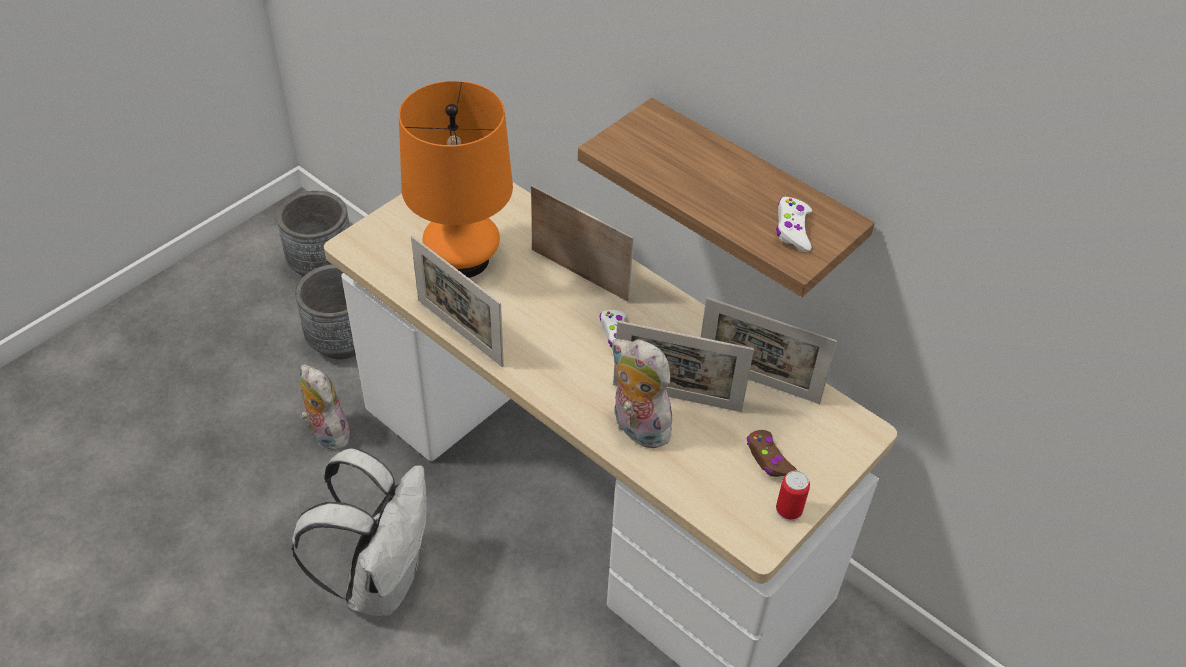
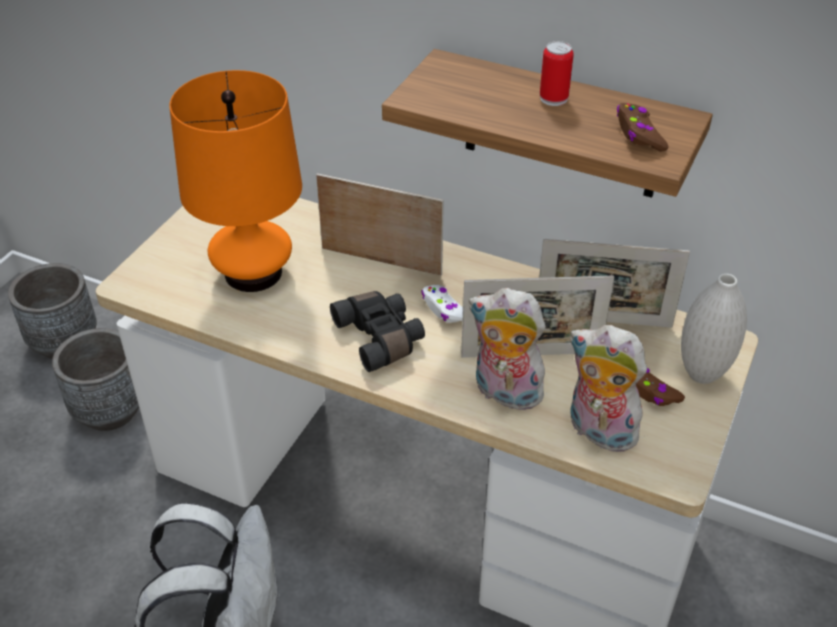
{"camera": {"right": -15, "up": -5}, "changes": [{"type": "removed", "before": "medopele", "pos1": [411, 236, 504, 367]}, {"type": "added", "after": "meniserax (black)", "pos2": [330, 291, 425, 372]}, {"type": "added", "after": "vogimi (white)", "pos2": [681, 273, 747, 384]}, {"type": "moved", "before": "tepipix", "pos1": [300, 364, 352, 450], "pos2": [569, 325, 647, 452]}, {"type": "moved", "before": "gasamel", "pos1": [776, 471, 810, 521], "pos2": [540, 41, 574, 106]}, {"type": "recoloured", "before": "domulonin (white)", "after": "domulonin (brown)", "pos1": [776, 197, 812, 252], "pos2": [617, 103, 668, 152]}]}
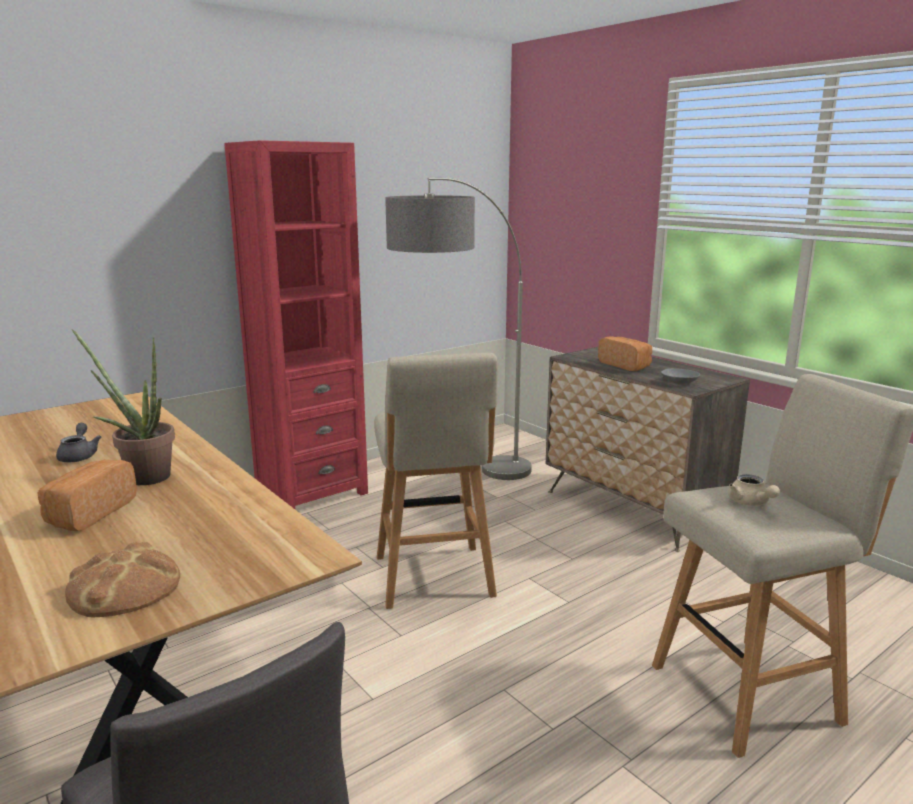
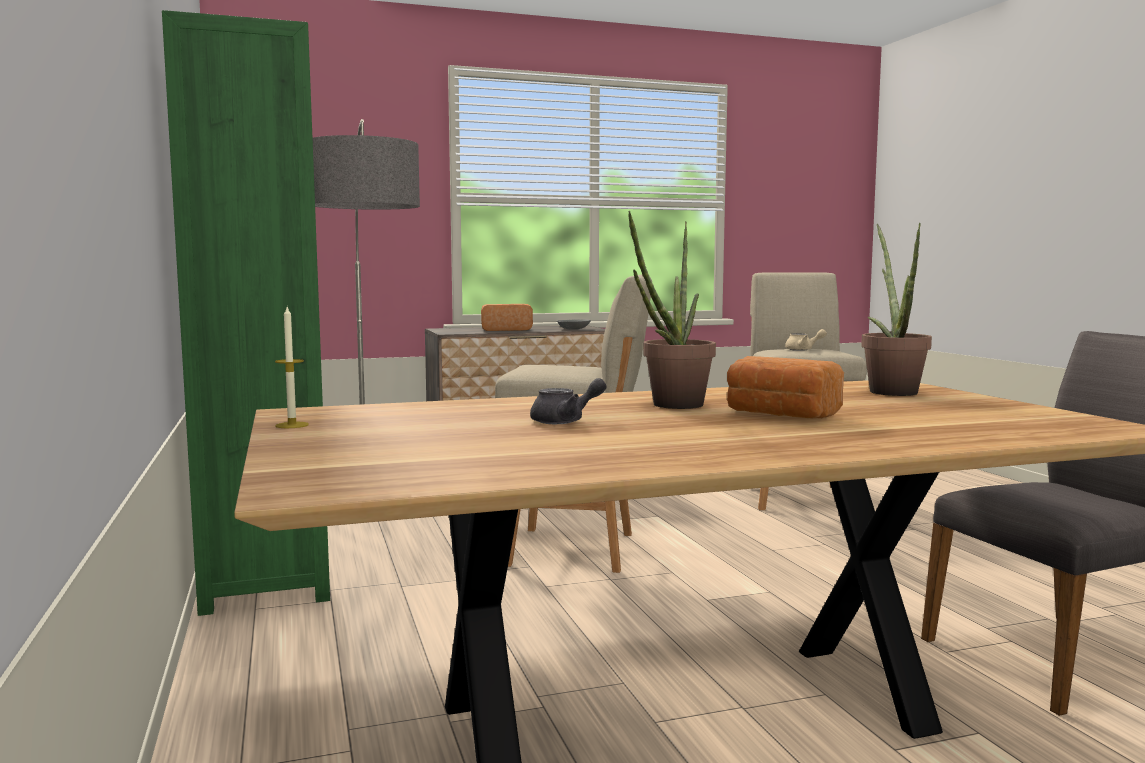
{"camera": {"right": -70, "up": -10}, "changes": [{"type": "removed", "before": "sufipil", "pos1": [65, 542, 180, 617]}, {"type": "added", "after": "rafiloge", "pos2": [275, 307, 309, 428]}, {"type": "added", "after": "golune", "pos2": [861, 223, 932, 396]}, {"type": "recoloured", "before": "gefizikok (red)", "after": "gefizikok (green)", "pos1": [224, 140, 368, 510], "pos2": [162, 10, 330, 616]}, {"type": "turned", "before": "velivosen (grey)", "pos1": [56, 423, 101, 462], "pos2": [530, 378, 607, 424], "turn": 150}]}
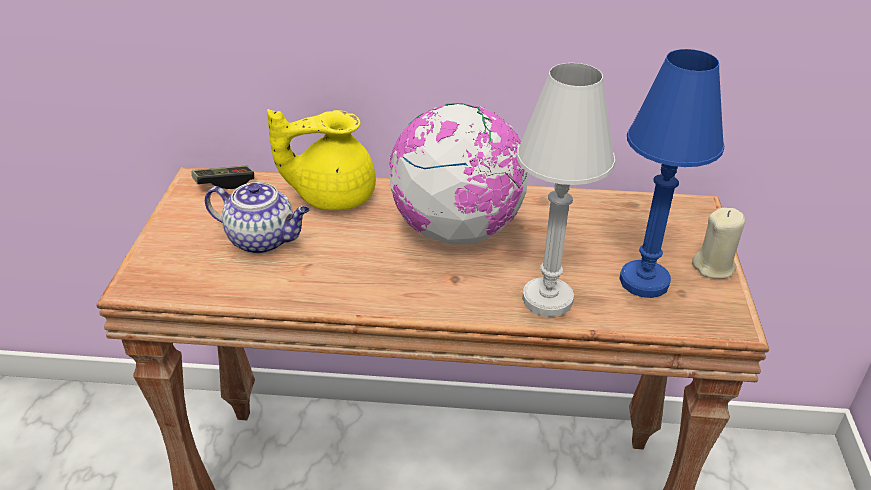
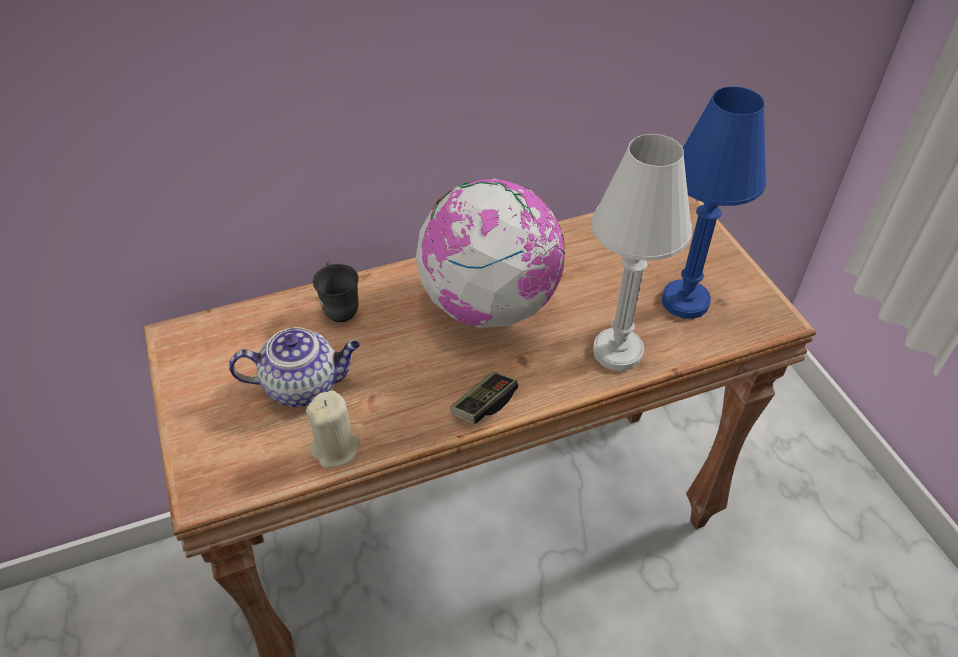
{"camera": {"right": -25, "up": 10}, "changes": [{"type": "moved", "before": "domulonin", "pos1": [192, 166, 254, 189], "pos2": [450, 372, 518, 424]}, {"type": "moved", "before": "rafiloge (beige)", "pos1": [692, 208, 745, 279], "pos2": [306, 390, 360, 468]}, {"type": "replaced", "before": "velivosen (yellow)", "after": "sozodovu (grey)", "pos1": [267, 109, 376, 210], "pos2": [313, 262, 359, 322]}]}
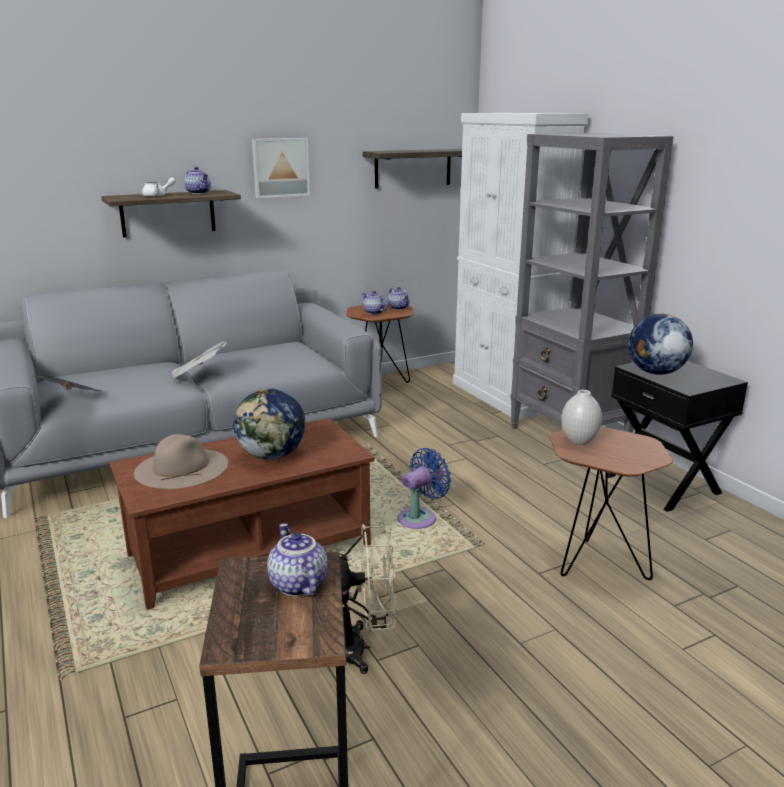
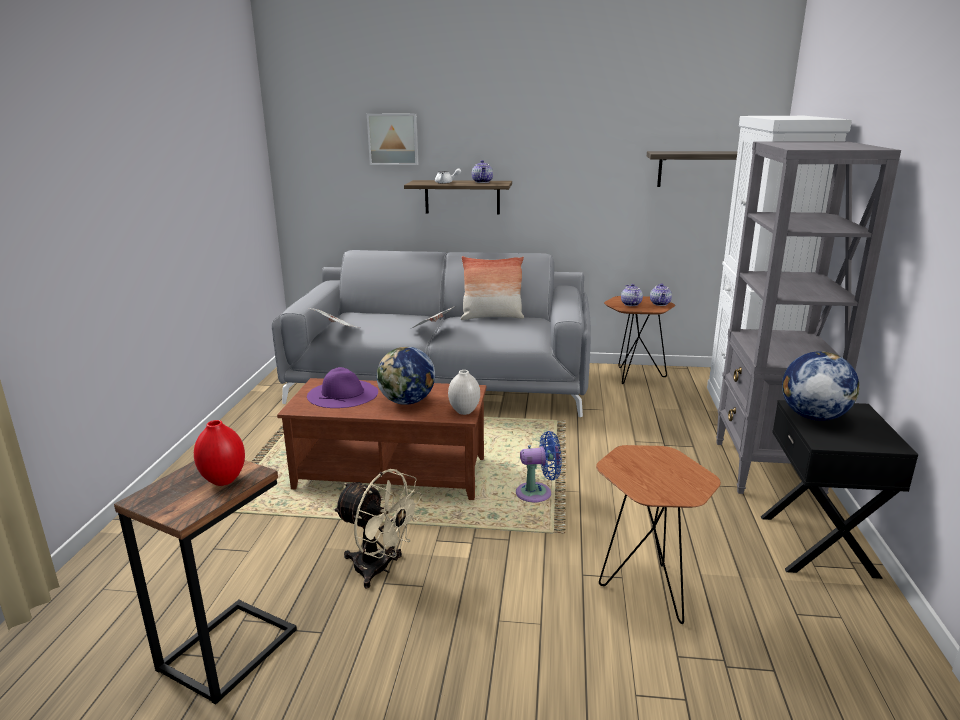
{"camera": {"right": 35, "up": 0}, "changes": [{"type": "added", "after": "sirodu", "pos2": [461, 256, 524, 320]}, {"type": "moved", "before": "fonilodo", "pos1": [252, 138, 310, 198], "pos2": [367, 113, 418, 165]}, {"type": "moved", "before": "vogimi (white)", "pos1": [561, 390, 602, 445], "pos2": [448, 370, 480, 415]}, {"type": "replaced", "before": "velivosen", "after": "vogimi (red)", "pos1": [267, 523, 328, 597], "pos2": [194, 420, 245, 486]}, {"type": "recoloured", "before": "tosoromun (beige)", "after": "tosoromun (purple)", "pos1": [134, 434, 228, 489], "pos2": [307, 367, 378, 408]}]}
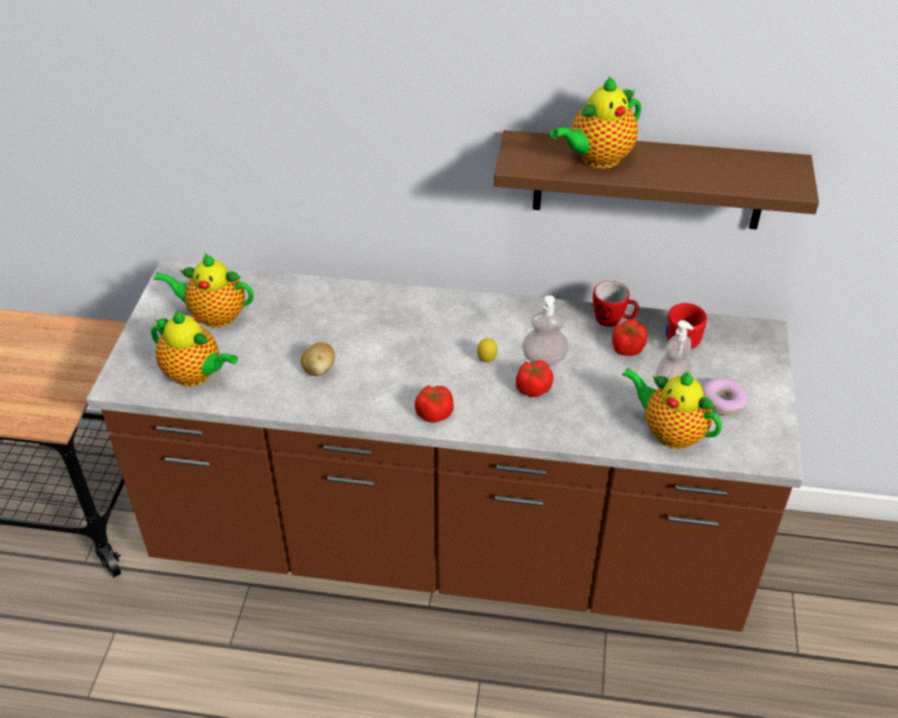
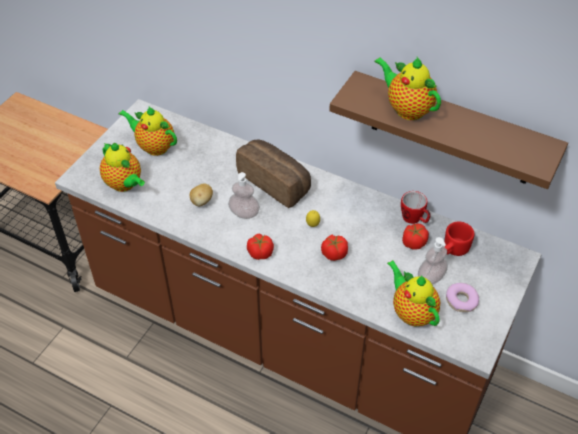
{"camera": {"right": 20, "up": 5}, "changes": [{"type": "added", "after": "sufipil", "pos2": [236, 140, 311, 208]}, {"type": "moved", "before": "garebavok", "pos1": [522, 295, 569, 366], "pos2": [228, 172, 260, 219]}, {"type": "turned", "before": "velivosen", "pos1": [551, 77, 641, 169], "pos2": [374, 57, 441, 120], "turn": 60}]}
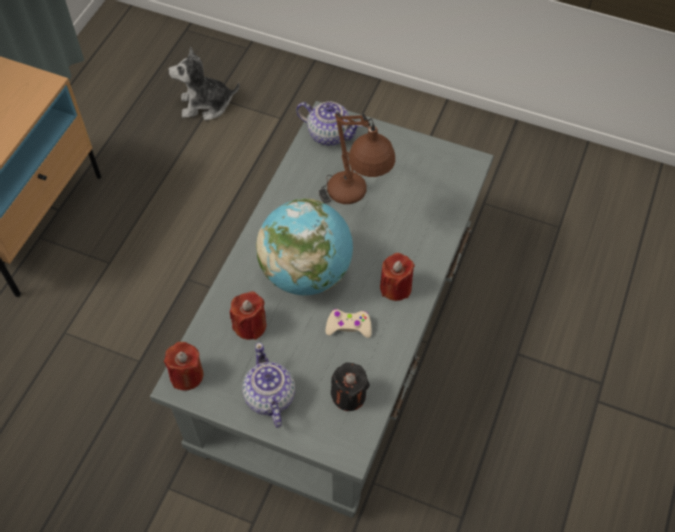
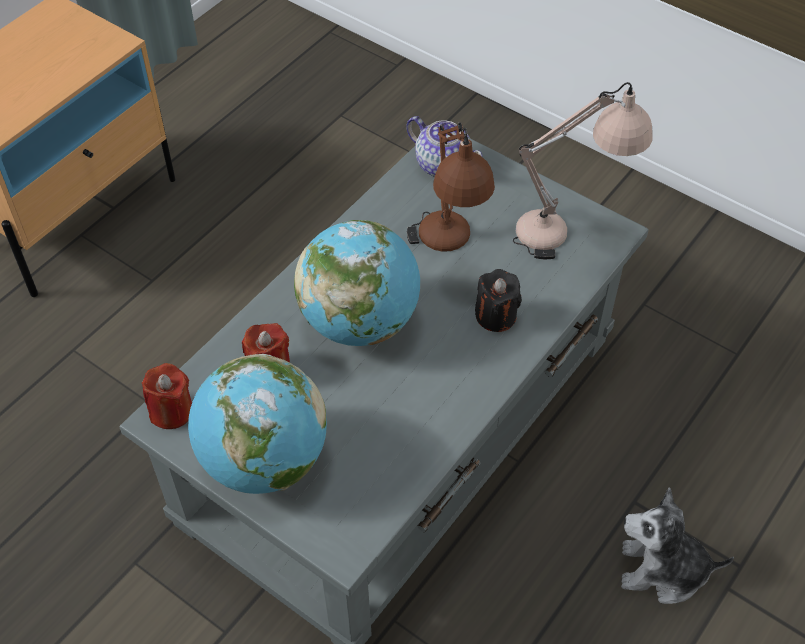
{"camera": {"right": 15, "up": -5}, "changes": [{"type": "removed", "before": "domulonin (beige)", "pos1": [325, 309, 372, 338]}, {"type": "removed", "before": "rafiloge (red)", "pos1": [380, 253, 415, 301]}, {"type": "added", "after": "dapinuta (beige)", "pos2": [513, 82, 653, 259]}, {"type": "moved", "before": "tepipix", "pos1": [168, 46, 240, 121], "pos2": [621, 487, 734, 604]}, {"type": "moved", "before": "rafiloge (black)", "pos1": [331, 362, 370, 411], "pos2": [475, 269, 522, 332]}, {"type": "replaced", "before": "velivosen", "after": "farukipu", "pos1": [242, 342, 295, 428], "pos2": [188, 354, 327, 494]}]}
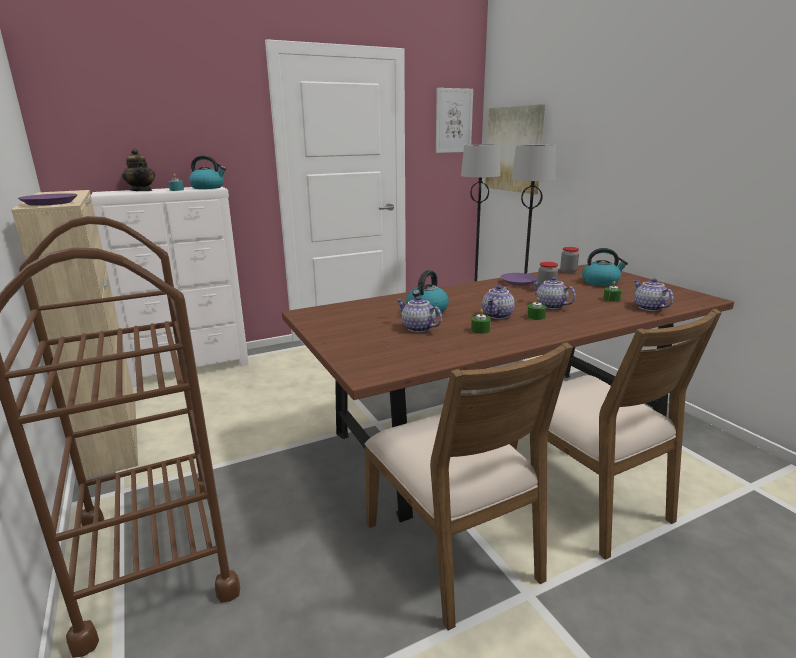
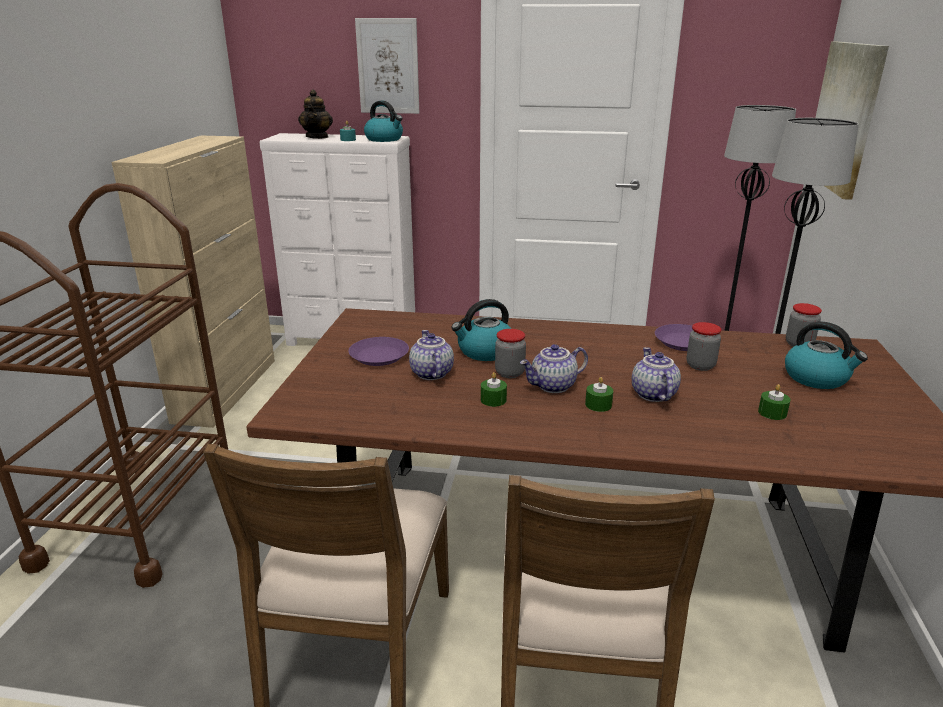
{"camera": {"right": 35, "up": 5}, "changes": [{"type": "removed", "before": "velivosen", "pos1": [634, 278, 674, 311]}, {"type": "added", "after": "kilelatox", "pos2": [495, 329, 526, 378]}, {"type": "moved", "before": "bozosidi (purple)", "pos1": [18, 193, 78, 206], "pos2": [349, 337, 409, 366]}, {"type": "moved", "before": "fonilodo", "pos1": [436, 88, 473, 153], "pos2": [355, 18, 419, 114]}]}
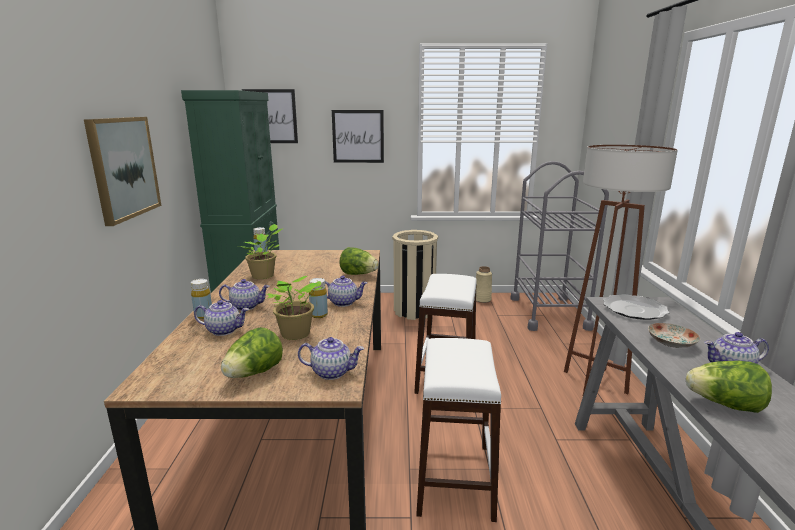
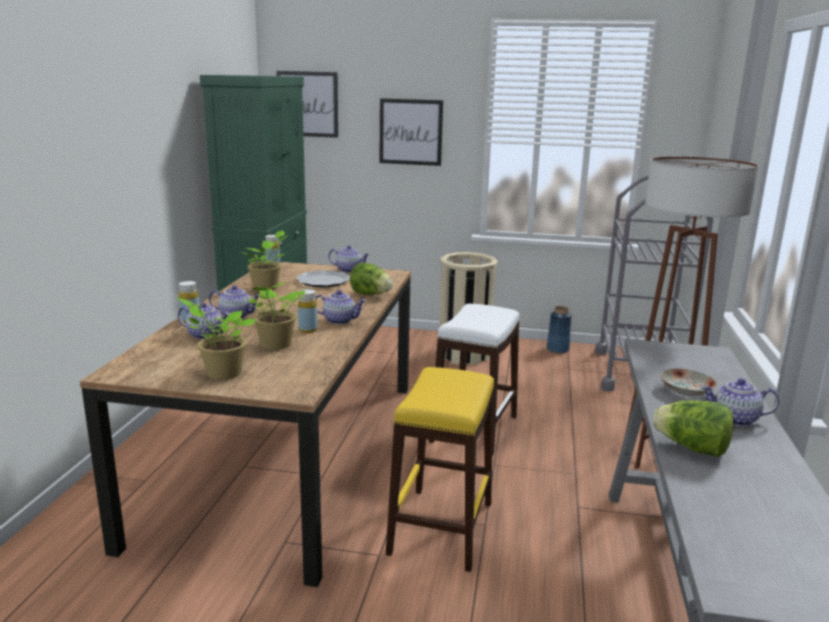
{"camera": {"right": 10, "up": 0}, "changes": [{"type": "removed", "before": "fonilodo", "pos1": [84, 117, 162, 226]}, {"type": "moved", "before": "velivosen", "pos1": [298, 337, 364, 380], "pos2": [328, 245, 370, 273]}, {"type": "moved", "before": "bozosidi", "pos1": [603, 294, 670, 320], "pos2": [296, 270, 350, 287]}, {"type": "replaced", "before": "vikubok", "after": "golune", "pos1": [221, 327, 283, 378], "pos2": [178, 298, 256, 380]}, {"type": "recoloured", "before": "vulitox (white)", "after": "vulitox (yellow)", "pos1": [416, 338, 501, 522], "pos2": [386, 367, 494, 572]}, {"type": "recoloured", "before": "vogimi (beige)", "after": "vogimi (blue)", "pos1": [476, 266, 492, 303], "pos2": [547, 306, 572, 353]}]}
